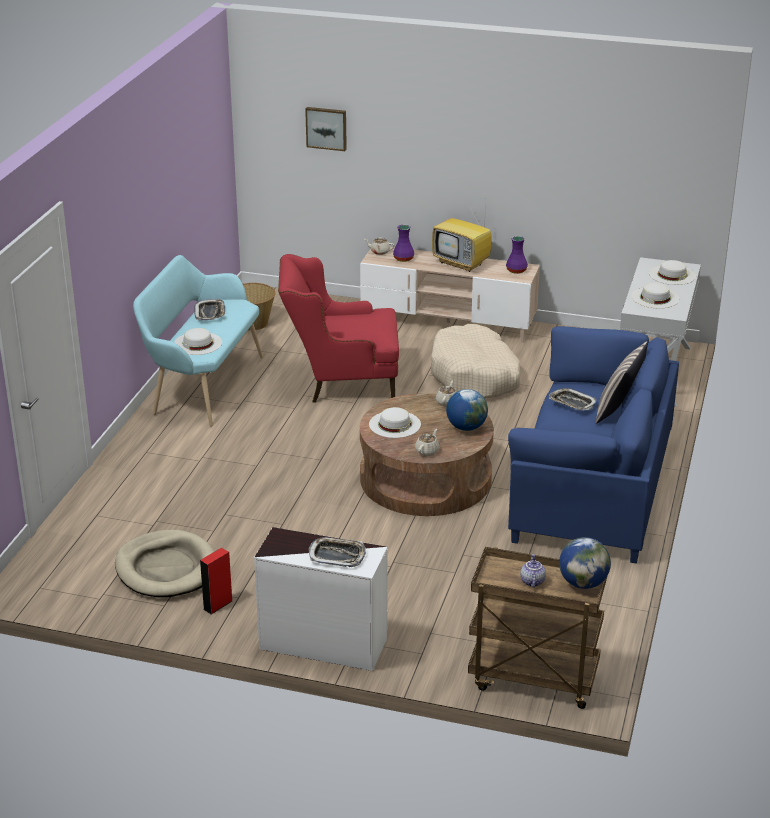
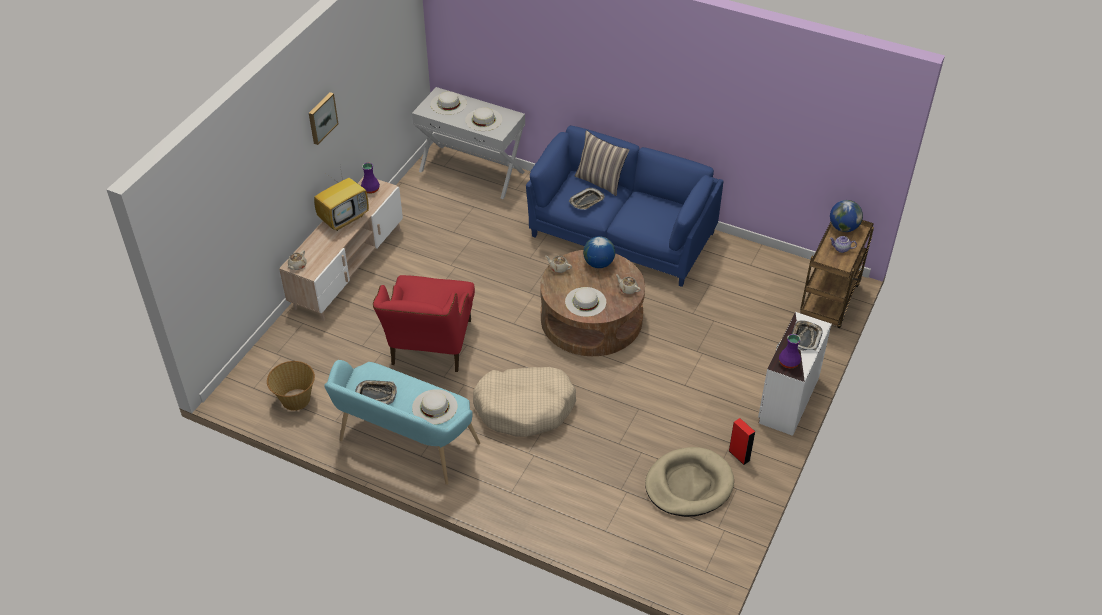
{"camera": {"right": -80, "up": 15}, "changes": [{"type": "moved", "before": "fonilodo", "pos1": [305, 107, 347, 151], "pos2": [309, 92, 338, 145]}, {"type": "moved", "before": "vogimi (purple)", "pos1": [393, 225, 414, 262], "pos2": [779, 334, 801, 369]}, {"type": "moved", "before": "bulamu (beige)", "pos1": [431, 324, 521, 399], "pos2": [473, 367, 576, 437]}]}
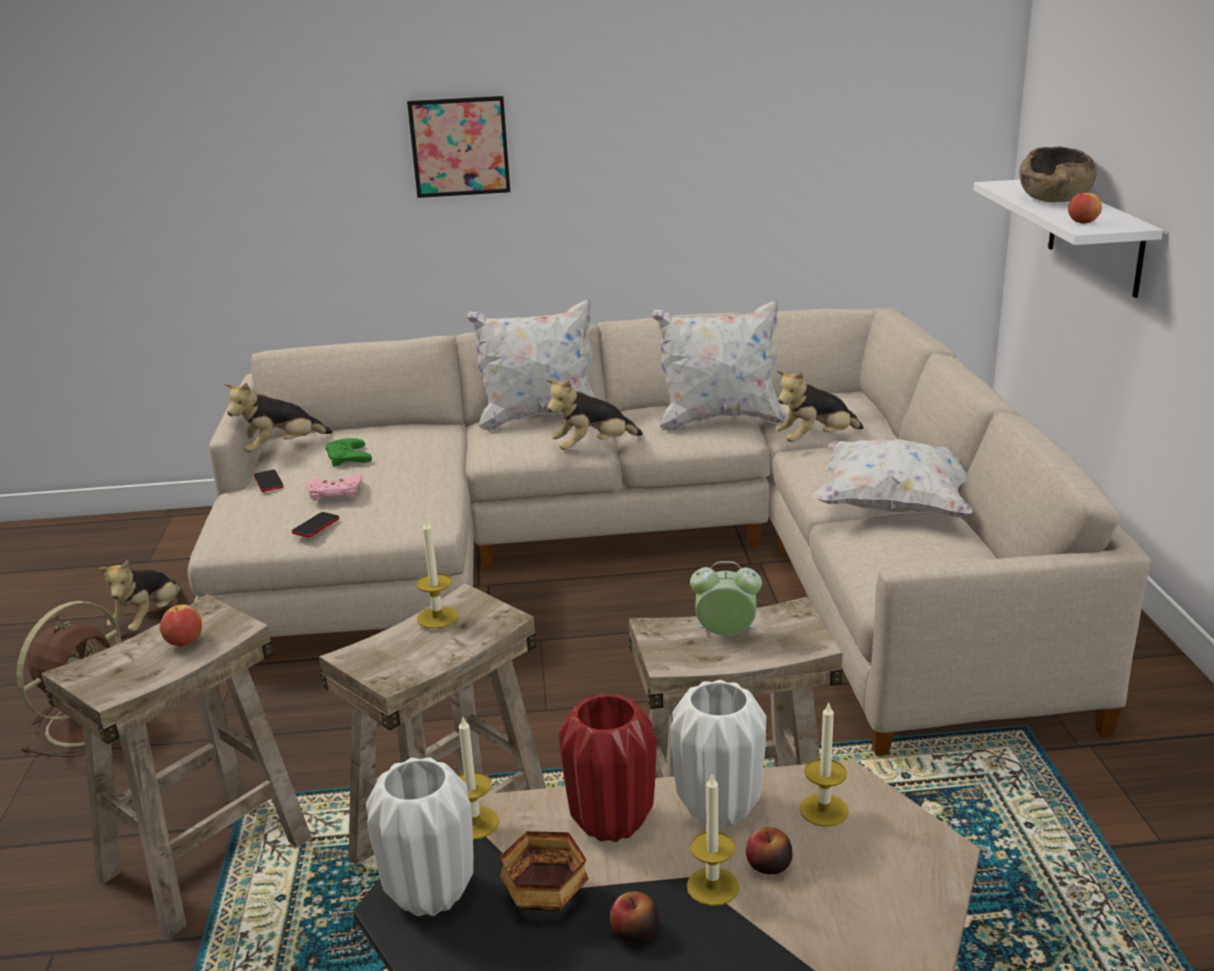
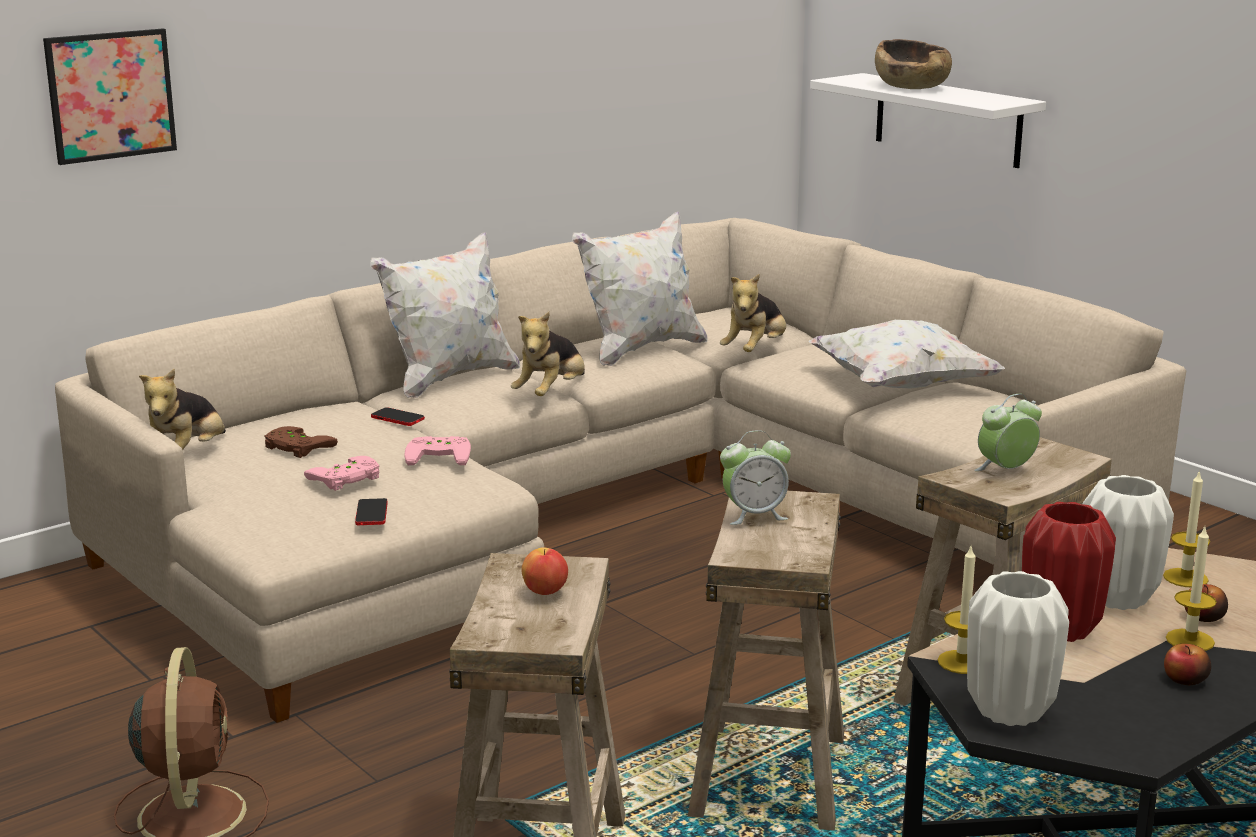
{"camera": {"right": -35, "up": -5}, "changes": [{"type": "removed", "before": "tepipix", "pos1": [99, 560, 182, 632]}, {"type": "removed", "before": "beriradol", "pos1": [499, 831, 589, 911]}, {"type": "removed", "before": "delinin", "pos1": [1068, 192, 1102, 223]}, {"type": "added", "after": "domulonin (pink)", "pos2": [404, 436, 471, 465]}, {"type": "moved", "before": "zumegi", "pos1": [254, 470, 284, 492], "pos2": [371, 407, 425, 426]}, {"type": "moved", "before": "fonilodo", "pos1": [407, 96, 510, 198], "pos2": [43, 28, 177, 165]}, {"type": "replaced", "before": "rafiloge", "after": "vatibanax", "pos1": [416, 519, 458, 629], "pos2": [720, 430, 791, 525]}, {"type": "recoloured", "before": "domulonin (green)", "after": "domulonin (brown)", "pos1": [325, 438, 372, 467], "pos2": [264, 426, 338, 458]}]}
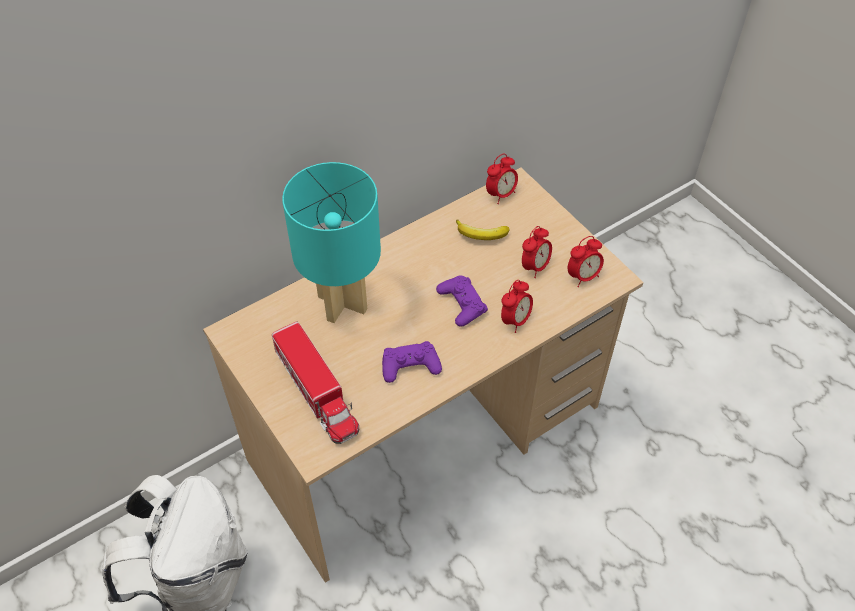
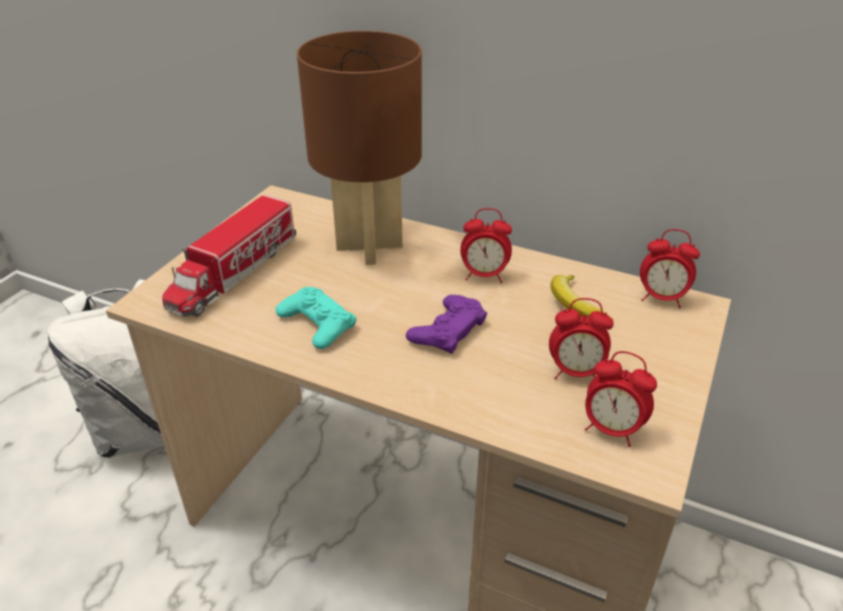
{"camera": {"right": 60, "up": -15}, "changes": [{"type": "moved", "before": "vatibanax", "pos1": [501, 280, 533, 333], "pos2": [460, 208, 512, 283]}, {"type": "recoloured", "before": "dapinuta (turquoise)", "after": "dapinuta (brown)", "pos1": [282, 162, 381, 323], "pos2": [297, 31, 422, 265]}, {"type": "recoloured", "before": "domulonin (purple)", "after": "domulonin (turquoise)", "pos1": [382, 341, 442, 383], "pos2": [276, 287, 357, 349]}]}
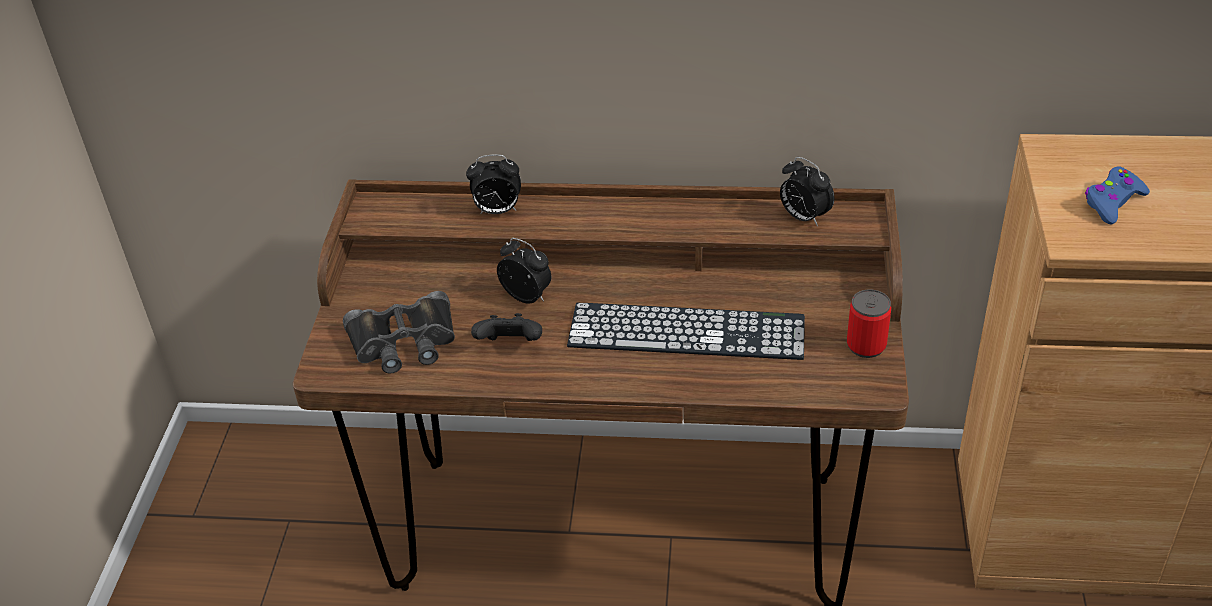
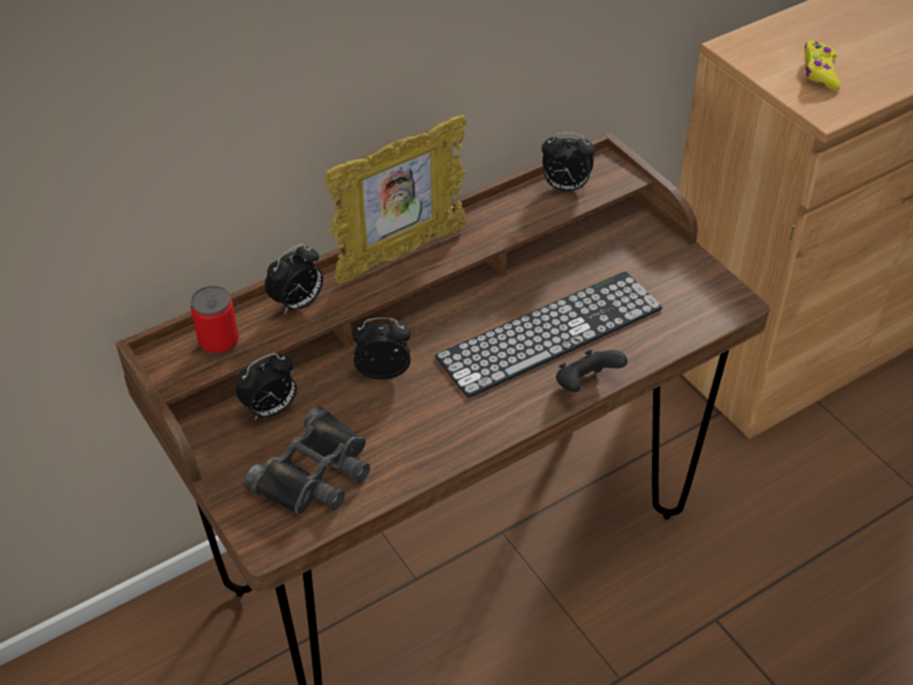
{"camera": {"right": -40, "up": 5}, "changes": [{"type": "added", "after": "vatibanax", "pos2": [235, 353, 297, 420]}, {"type": "added", "after": "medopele", "pos2": [324, 114, 467, 284]}, {"type": "moved", "before": "domulonin (black)", "pos1": [471, 313, 542, 341], "pos2": [556, 350, 627, 392]}, {"type": "moved", "before": "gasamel", "pos1": [847, 289, 891, 358], "pos2": [191, 286, 239, 355]}, {"type": "recoloured", "before": "domulonin (blue)", "after": "domulonin (yellow)", "pos1": [1085, 166, 1150, 225], "pos2": [804, 40, 841, 90]}]}
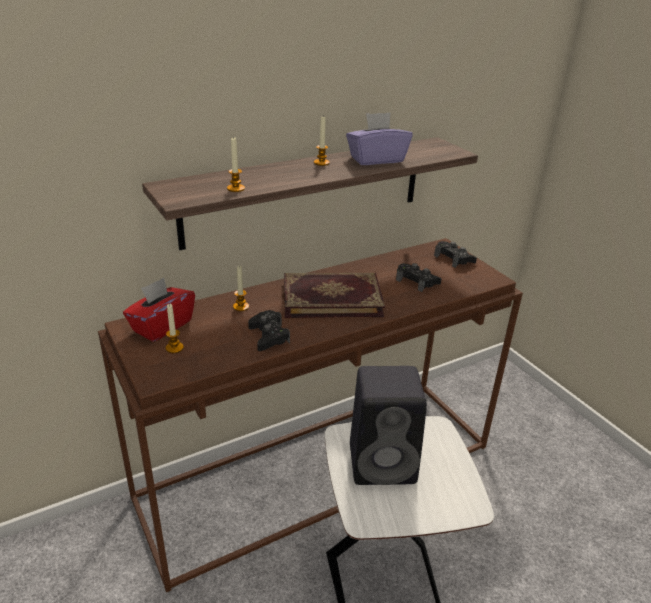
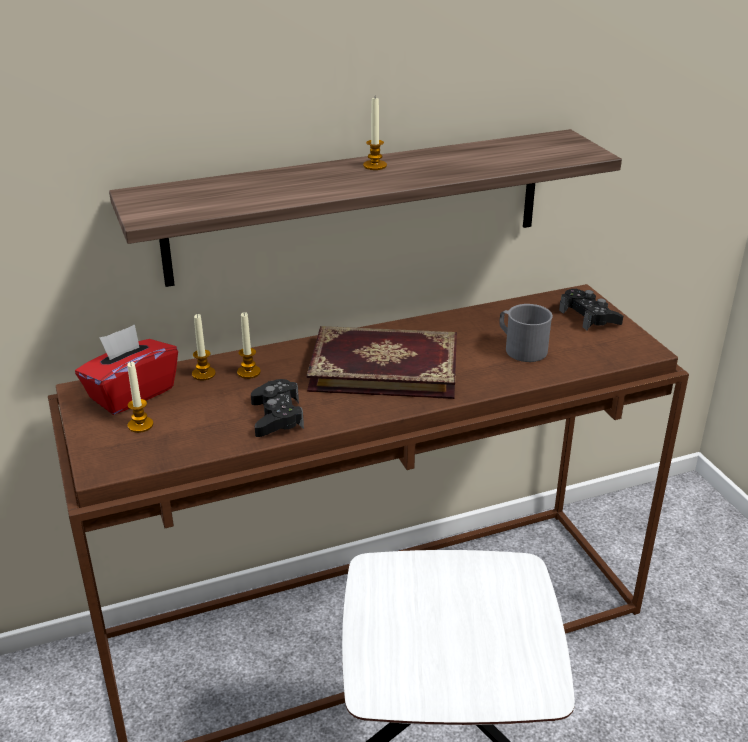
{"camera": {"right": 10, "up": 0}, "changes": [{"type": "removed", "before": "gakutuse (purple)", "pos1": [346, 112, 413, 165]}, {"type": "removed", "before": "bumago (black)", "pos1": [350, 366, 427, 485]}, {"type": "moved", "before": "rafiloge", "pos1": [227, 136, 245, 192], "pos2": [192, 314, 216, 381]}, {"type": "replaced", "before": "domulonin (black)", "after": "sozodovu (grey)", "pos1": [396, 263, 442, 292], "pos2": [499, 304, 553, 362]}]}
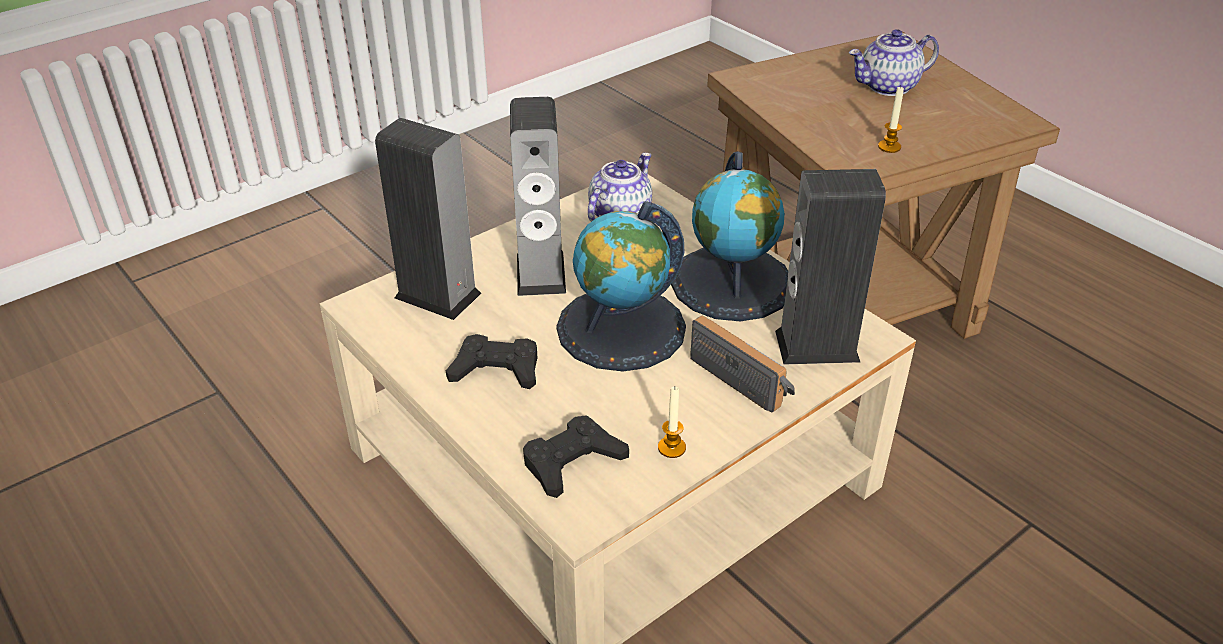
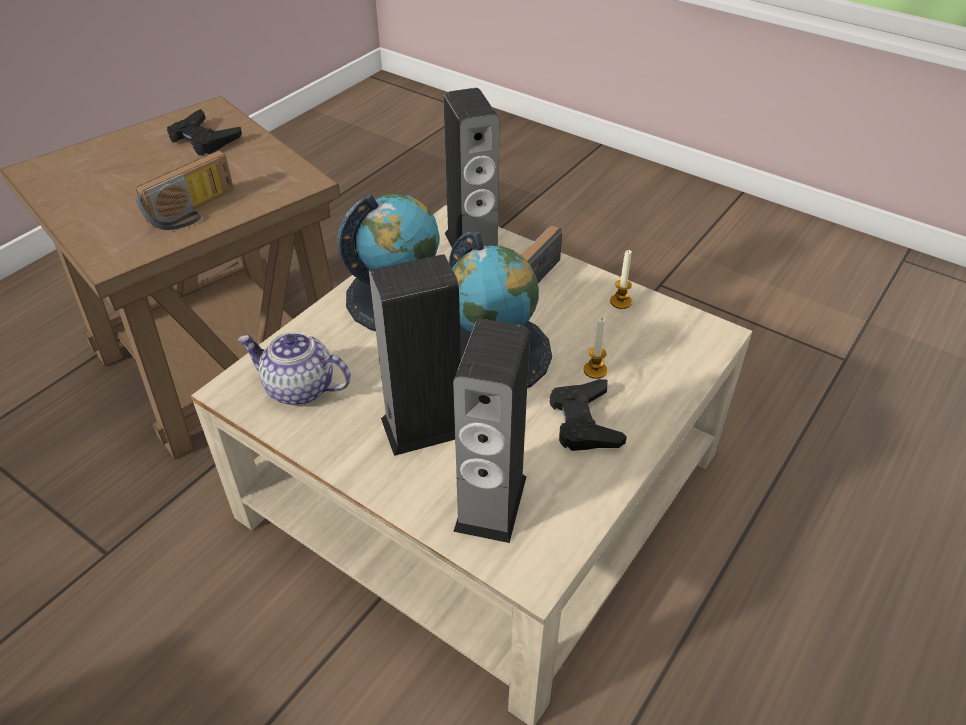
{"camera": {"right": -105, "up": 5}, "changes": [{"type": "removed", "before": "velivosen", "pos1": [849, 29, 939, 96]}, {"type": "added", "after": "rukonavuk", "pos2": [136, 150, 234, 230]}, {"type": "moved", "before": "domulonin (black)", "pos1": [523, 415, 629, 498], "pos2": [167, 109, 242, 156]}, {"type": "moved", "before": "rafiloge", "pos1": [878, 86, 904, 153], "pos2": [584, 317, 607, 379]}]}
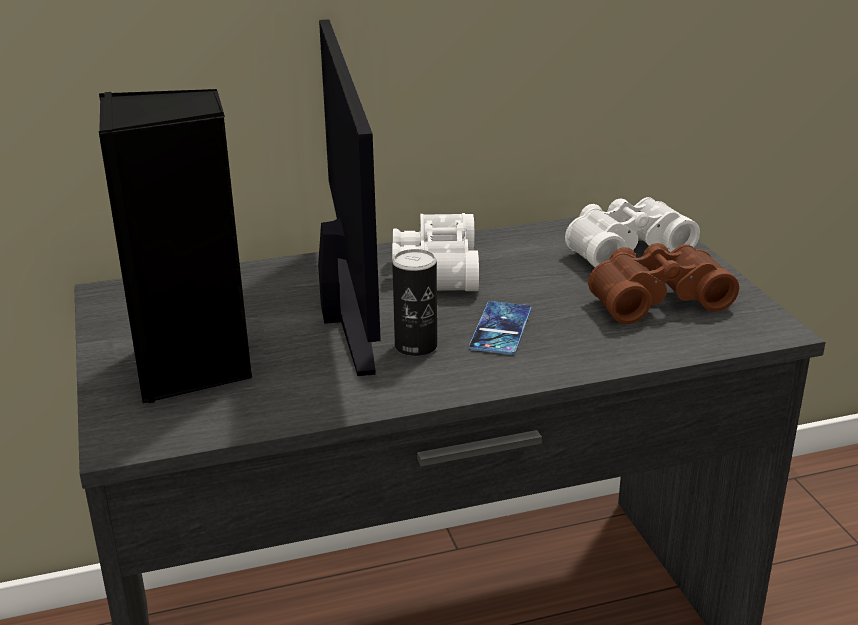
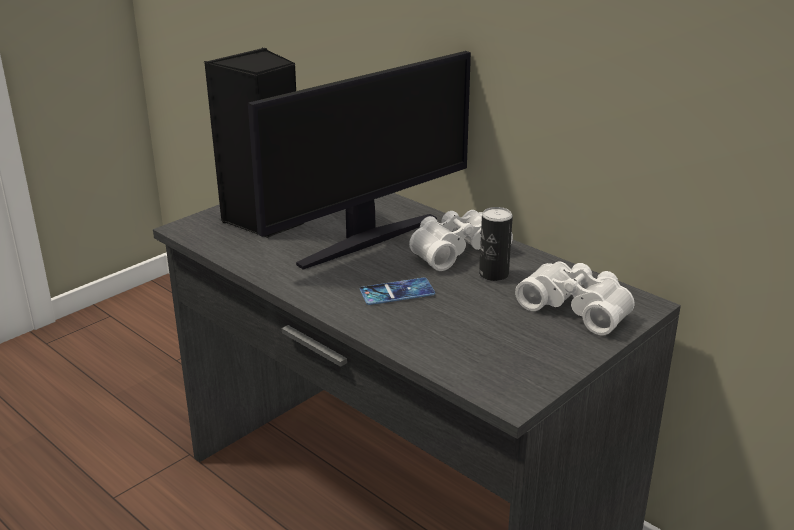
{"camera": {"right": 60, "up": 0}, "changes": [{"type": "removed", "before": "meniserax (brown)", "pos1": [588, 243, 739, 324]}, {"type": "moved", "before": "gasamel", "pos1": [392, 249, 437, 356], "pos2": [479, 207, 513, 281]}]}
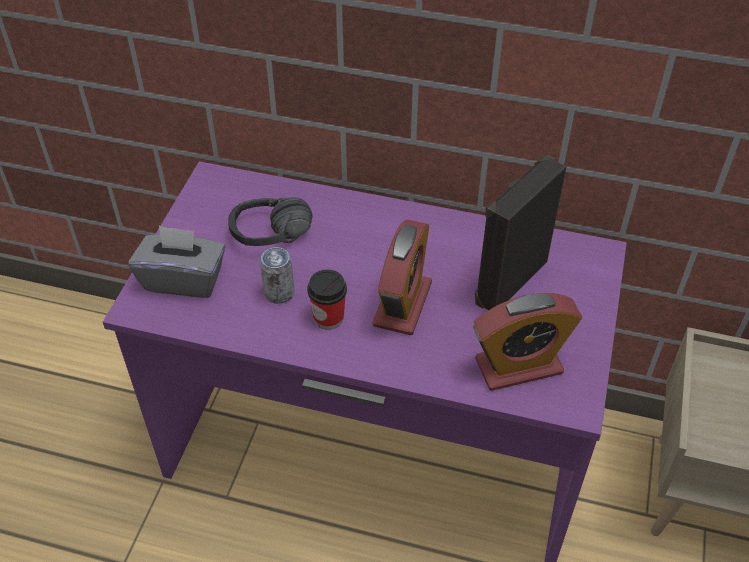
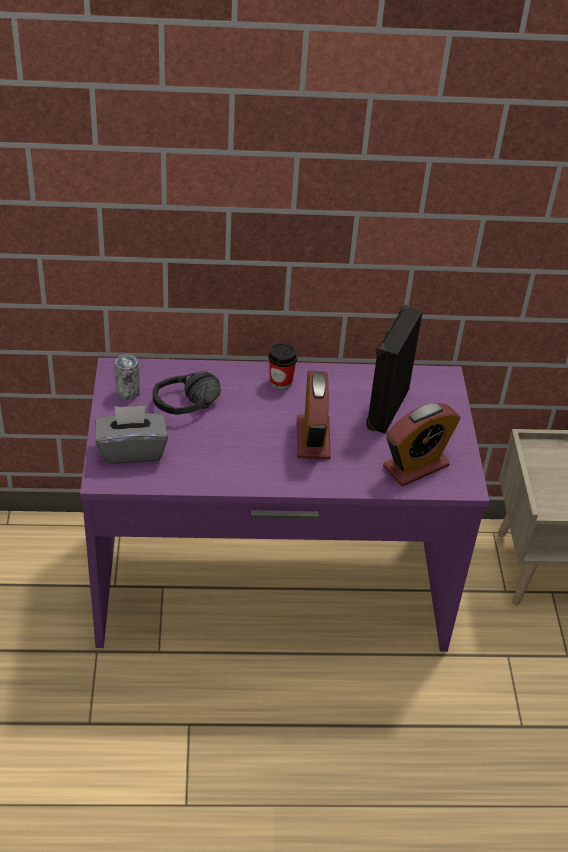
{"camera": {"right": -20, "up": -5}, "changes": [{"type": "moved", "before": "gasamel", "pos1": [260, 247, 294, 304], "pos2": [114, 355, 140, 400]}, {"type": "moved", "before": "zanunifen", "pos1": [307, 270, 347, 330], "pos2": [268, 343, 298, 390]}]}
